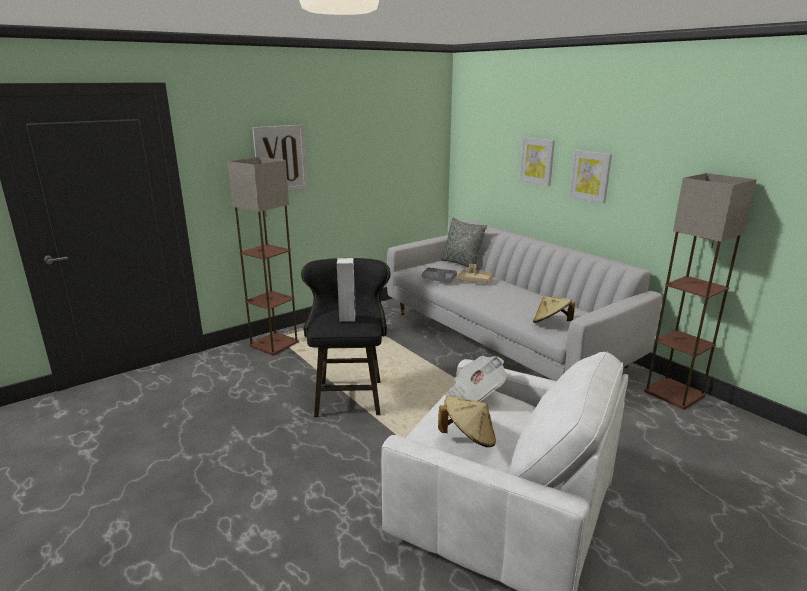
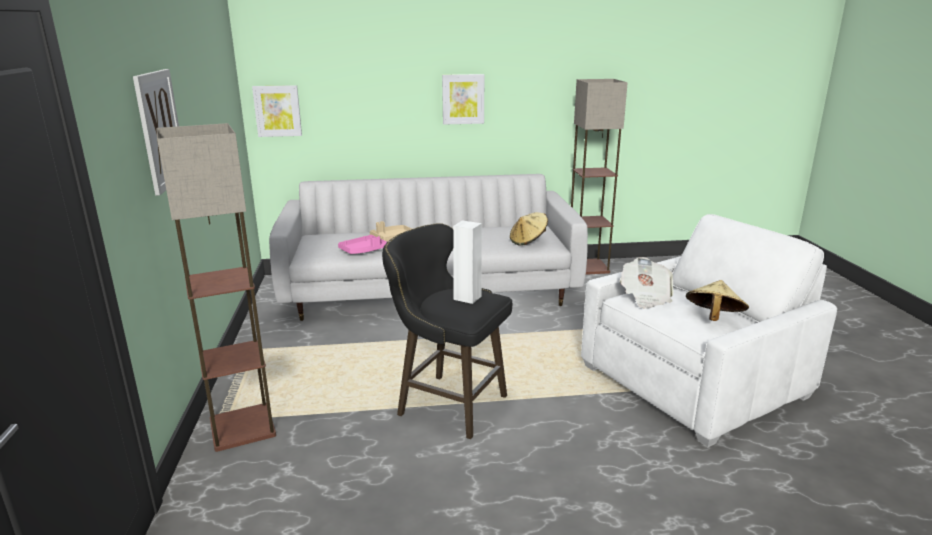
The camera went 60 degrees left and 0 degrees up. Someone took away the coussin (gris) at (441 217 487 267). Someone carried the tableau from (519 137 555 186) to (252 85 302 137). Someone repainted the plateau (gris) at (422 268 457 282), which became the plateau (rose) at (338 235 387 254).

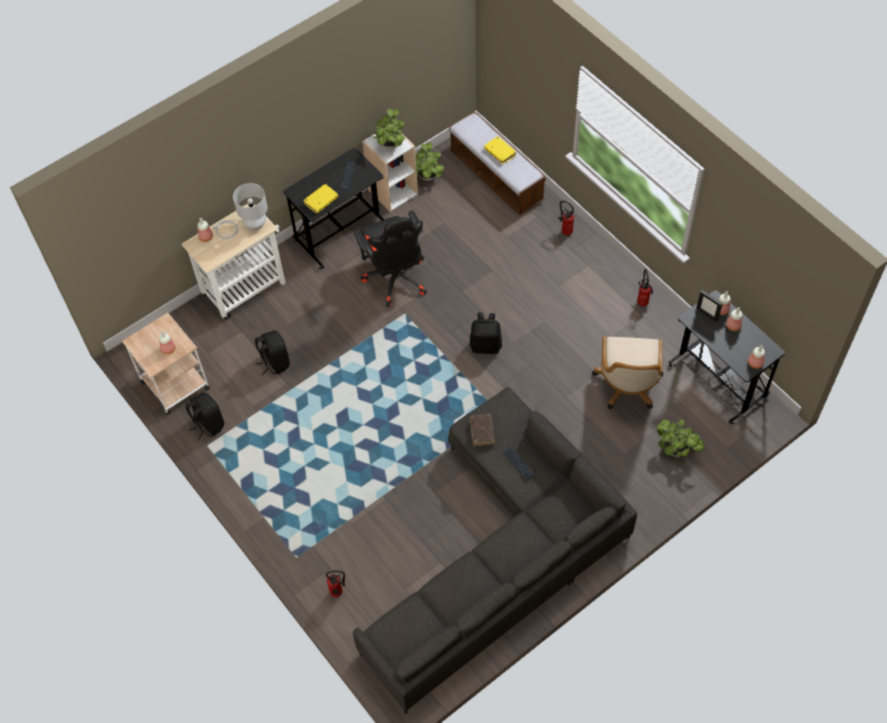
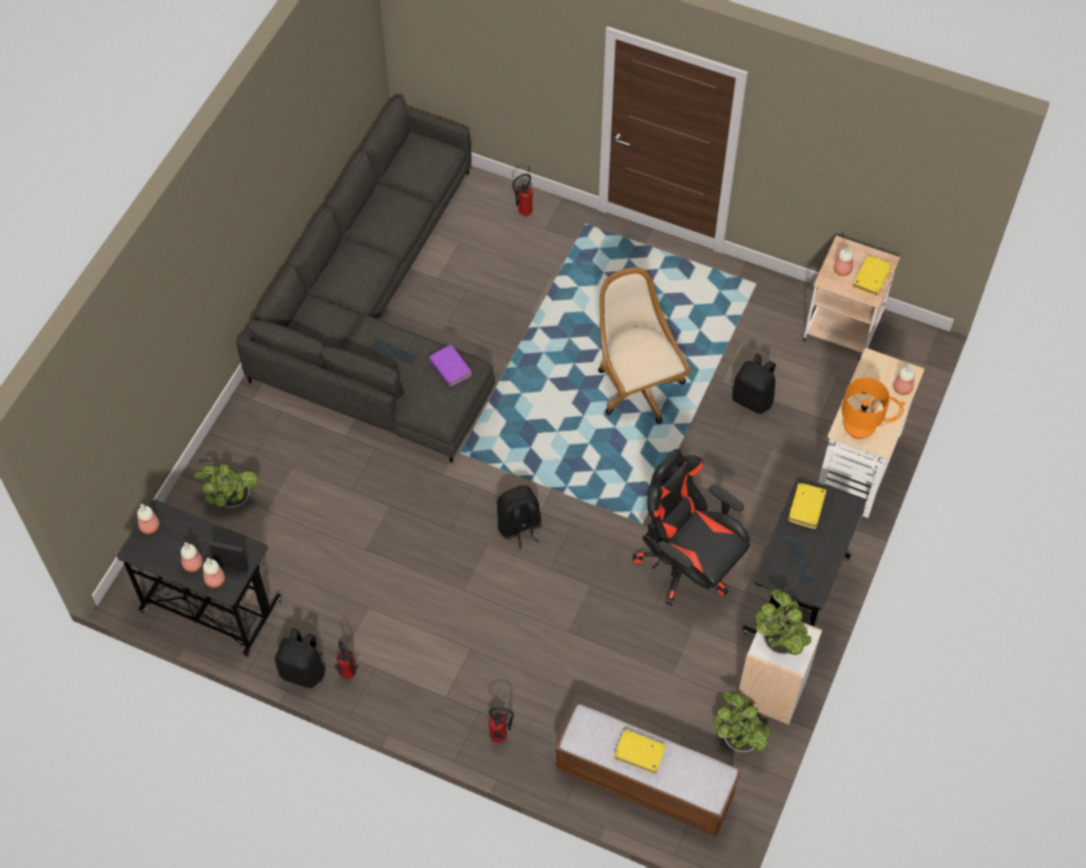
The camera went 150 degrees right and 0 degrees up. Someone put down the livre (jaune) at (853 255 892 296). Someone carried the sac à dos (noir) from (186 392 224 440) to (275 628 325 688). Someone carried the chaise de bureau from (592 336 663 409) to (598 267 690 424). Someone repainted the lampe de table (blanc) at (213 183 267 239), which became the lampe de table (orange) at (842 377 905 439). Someone repainted the livre (marron) at (470 414 495 446), which became the livre (violet) at (429 345 472 386).

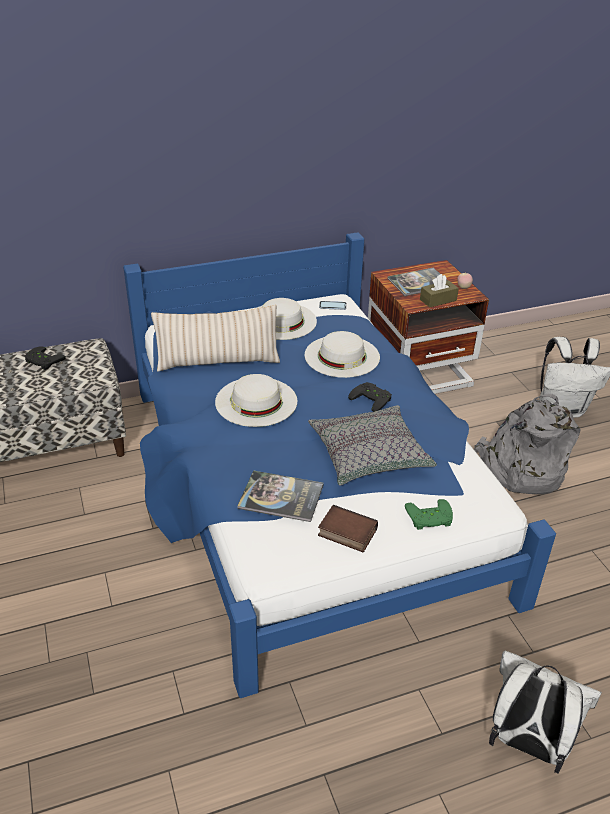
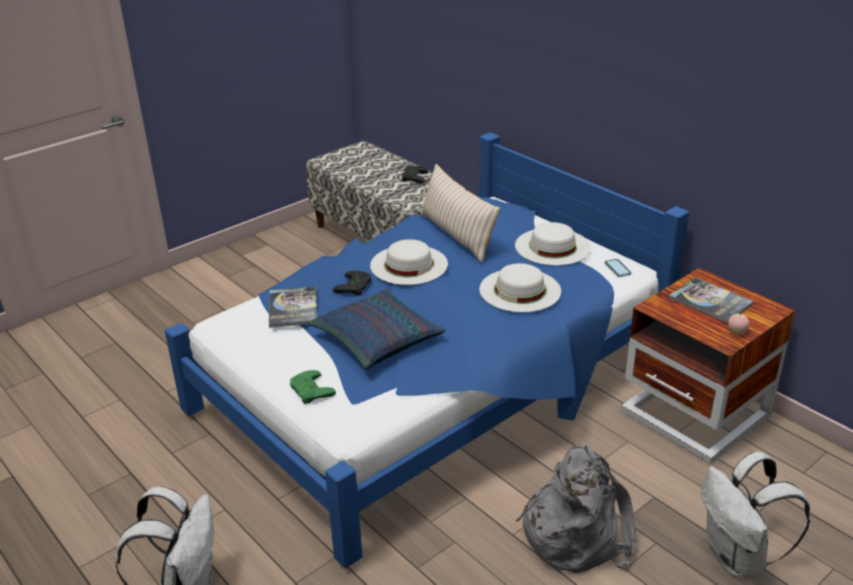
The camera went 70 degrees right and 5 degrees down. Someone took away the livre at (318 505 378 552). Someone took away the boîte à mouchoirs (marron) at (420 274 459 308). Someone carried the manette (noir) from (348 382 392 412) to (333 270 371 296). Someone repainted the coussin (gris) at (308 405 437 486), which became the coussin (bleu) at (309 289 446 369).

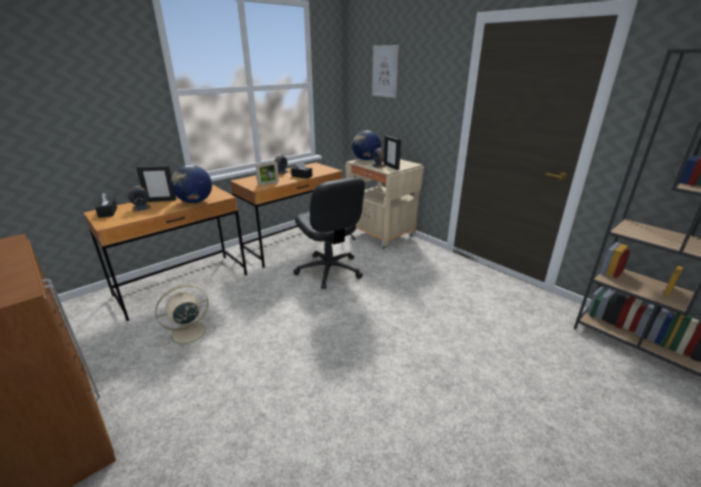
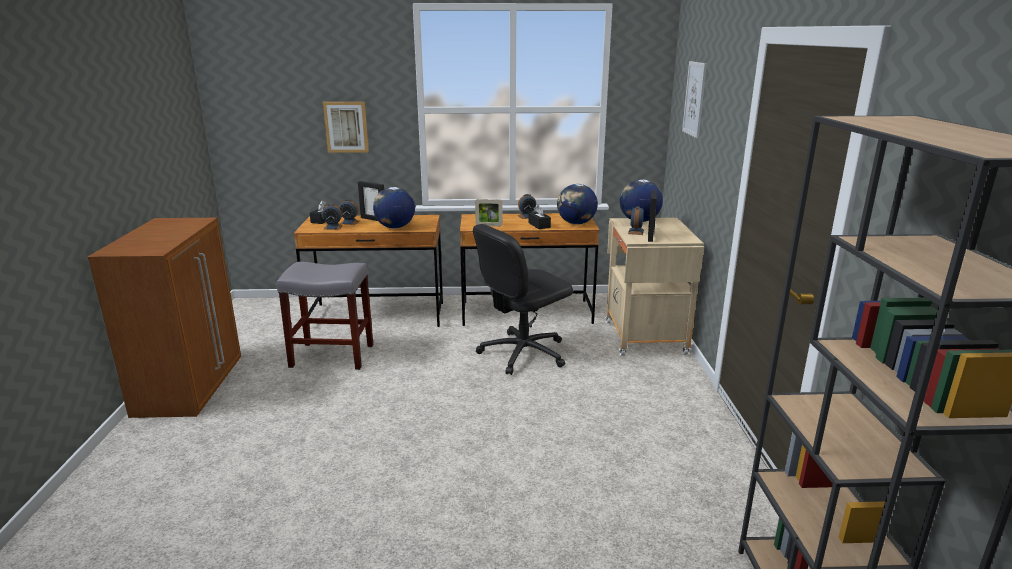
The camera went 40 degrees right and 5 degrees down. Someone put down the réveil at (322 204 343 230). Someone put up the tableau at (323 102 369 153). Someone put down the globe at (557 184 598 224). Someone swapped the ventilateur (beige) at (155 285 217 351) for the tabouret (gris) at (277 262 373 370). Someone rotated the chaise de bureau (noir) at (293 177 365 289) by 45 degrees clockwise.

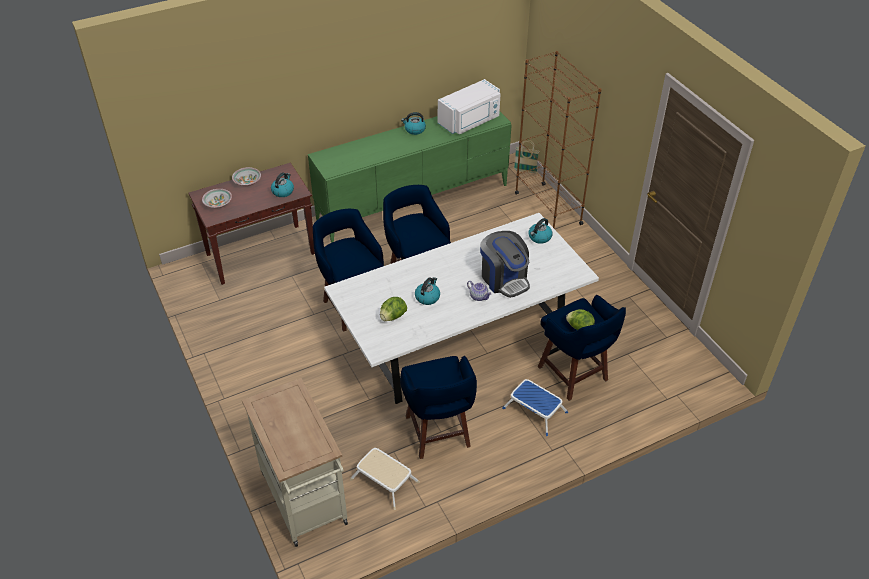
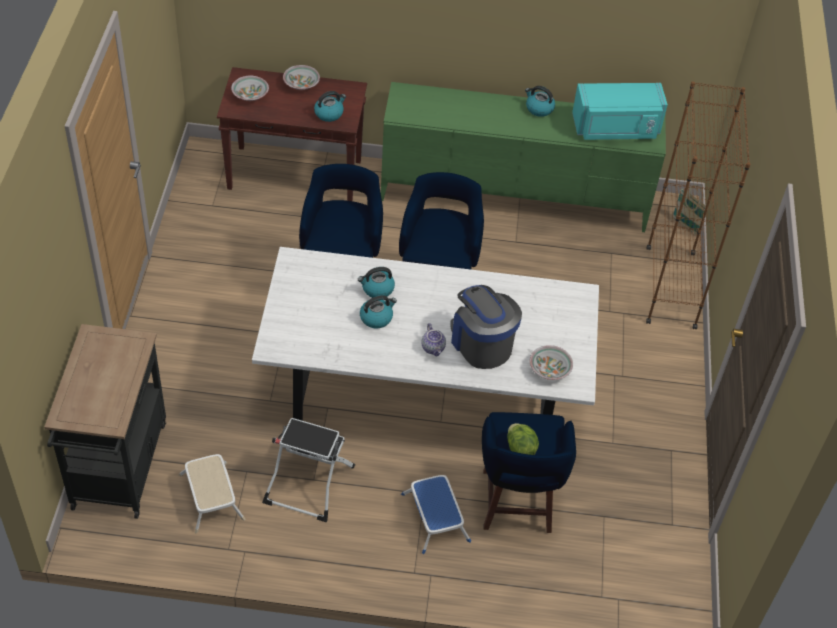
The camera went 30 degrees right and 5 degrees up. Someone took away the laitue at (380 297 407 321). Someone put down the bol at (530 345 573 380). Someone carried the bouilloire from (528 218 552 244) to (358 267 395 298). Someone swapped the tabouret (bleu) at (400 356 477 459) for the escabeau at (262 418 355 522). Someone repainted the chariot (beige) at (242 378 348 547), which became the chariot (noir) at (44 324 166 519). Someone repainted the micro-ondes (blanc) at (438 79 500 134), which became the micro-ondes (turquoise) at (572 83 668 140). Someone rotated the machine à café at (480 231 530 298) by 150 degrees clockwise.

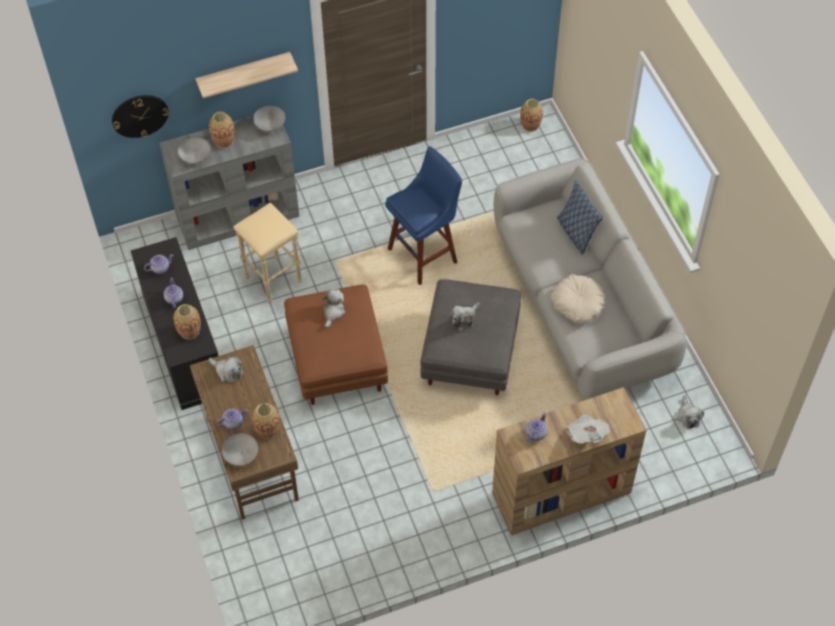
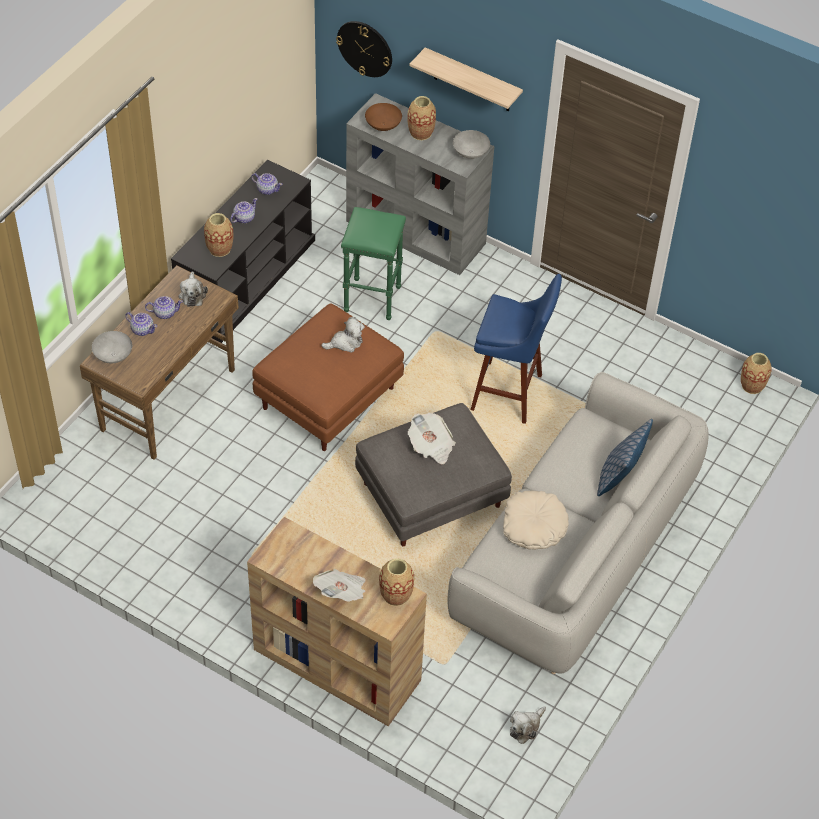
The camera went 50 degrees right and 5 degrees down. Someone carried the vase from (252 403 280 439) to (379 558 414 606). Someone carried the théière from (526 413 547 443) to (145 296 183 319). Someone swapped the peluche at (452 303 480 331) for the journal at (408 413 456 464). Someone repainted the bol (gris) at (178 137 211 164), which became the bol (marron) at (365 103 402 131). Someone repainted the tabouret (beige) at (233 203 302 303), which became the tabouret (vert) at (341 207 406 320).

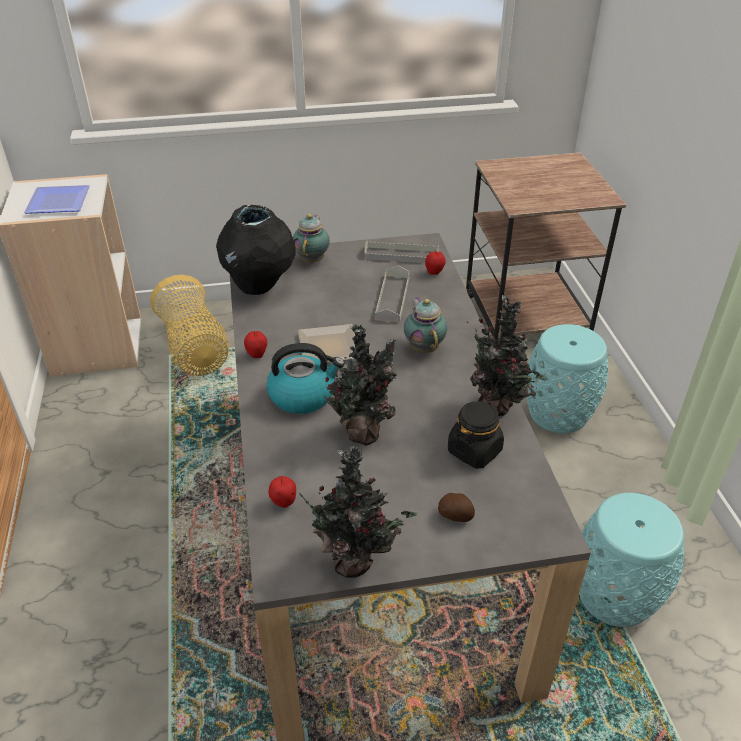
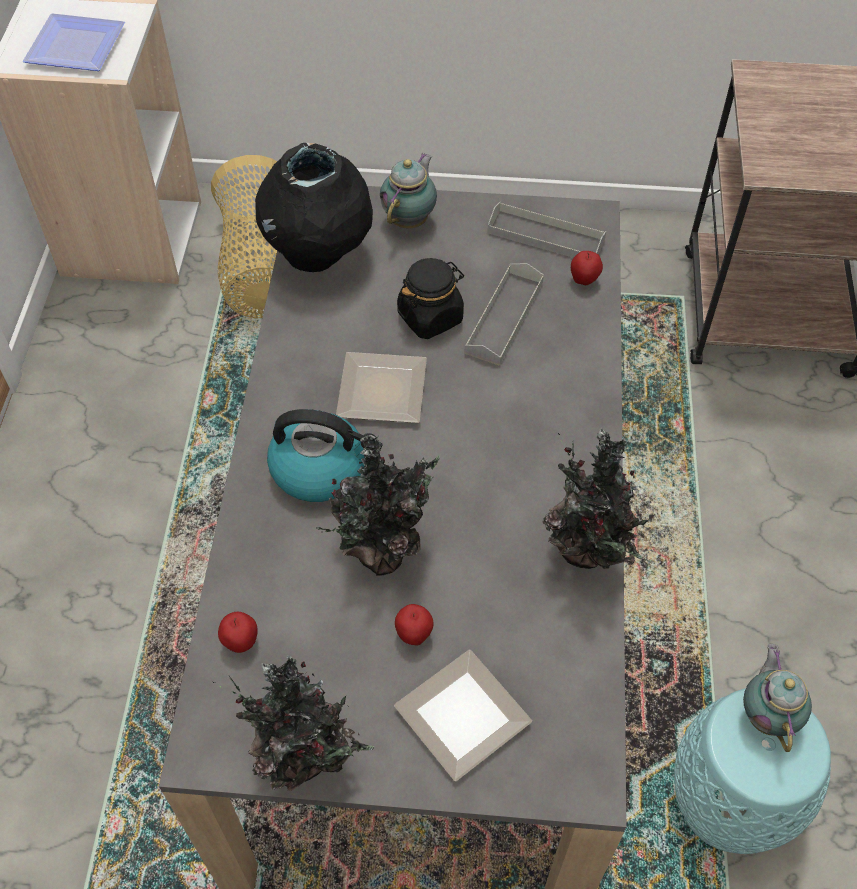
The camera went 15 degrees right and 15 degrees up. Someone took away the tabouret (turquoise) at (527 324 608 433). Someone carried the pomme from (244 331 267 358) to (395 604 434 645). Someone carried the théière from (404 297 447 353) to (743 644 812 752). Someone carried the bocal (noir) from (448 401 504 468) to (397 258 464 339). Someone swapped the pomme de terre at (438 493 475 522) for the assiette at (394 650 532 781).

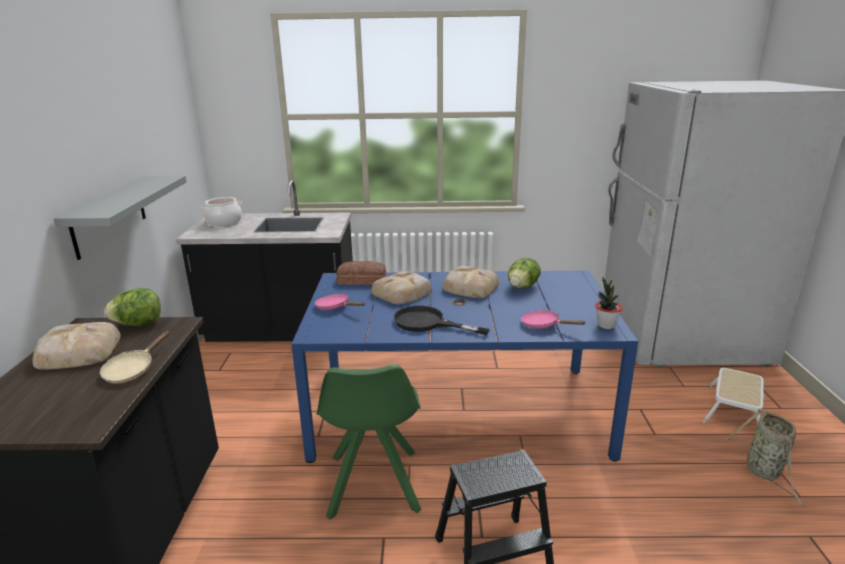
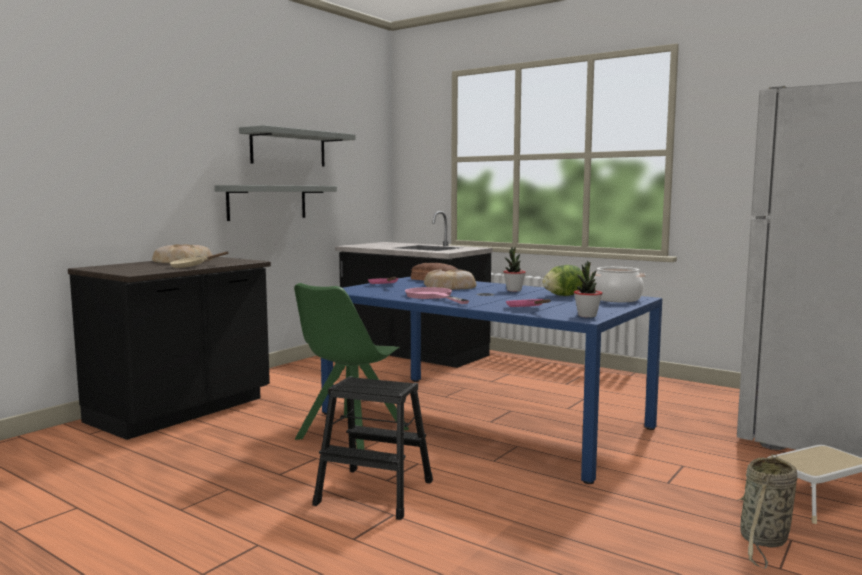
The camera went 35 degrees right and 15 degrees down. Someone took away the laitue at (104 288 161 326). Someone put up the étagère (gris) at (239 125 356 166). Someone carried the marmite from (201 197 242 227) to (590 267 646 302). Someone swapped the pain at (442 266 499 298) for the plante en pot at (503 247 526 292). Someone repainted the poêle (noir) at (394 305 490 335), which became the poêle (rose) at (405 287 469 304).

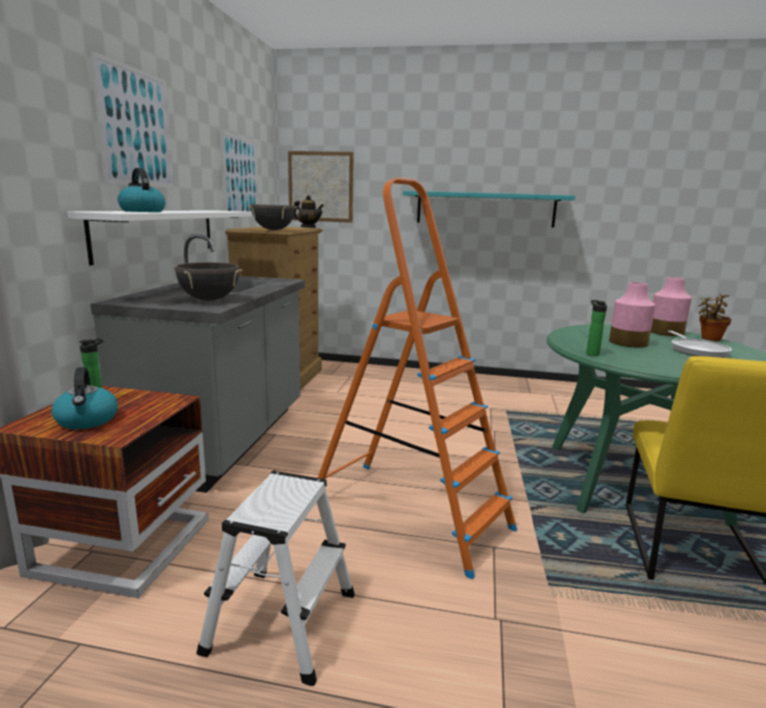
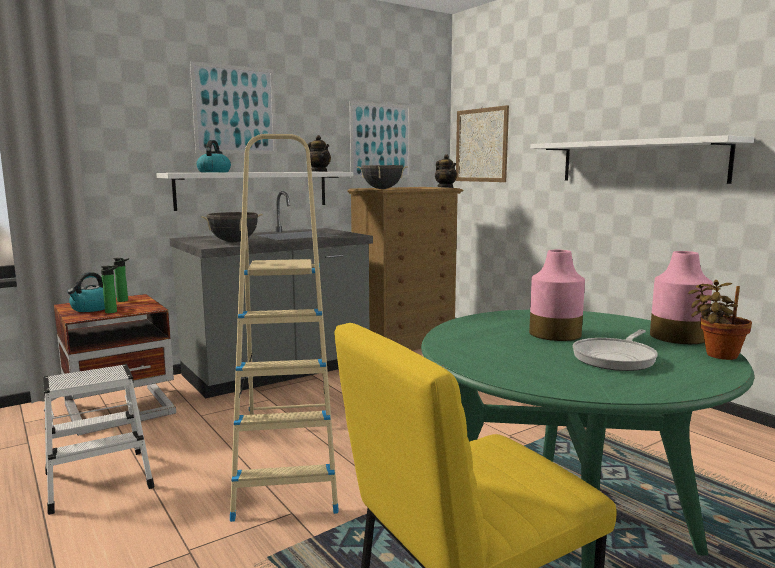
The camera went 45 degrees right and 5 degrees down. Someone put down the théière at (308 135 331 172). Someone carried the bouteille from (586 300 607 356) to (101 265 118 313). Someone repainted the escabeau (orange) at (318 178 517 579), which became the escabeau (beige) at (230 134 339 522). Someone repainted the étagère (turquoise) at (403 191 575 228), which became the étagère (blanc) at (530 135 754 184).

